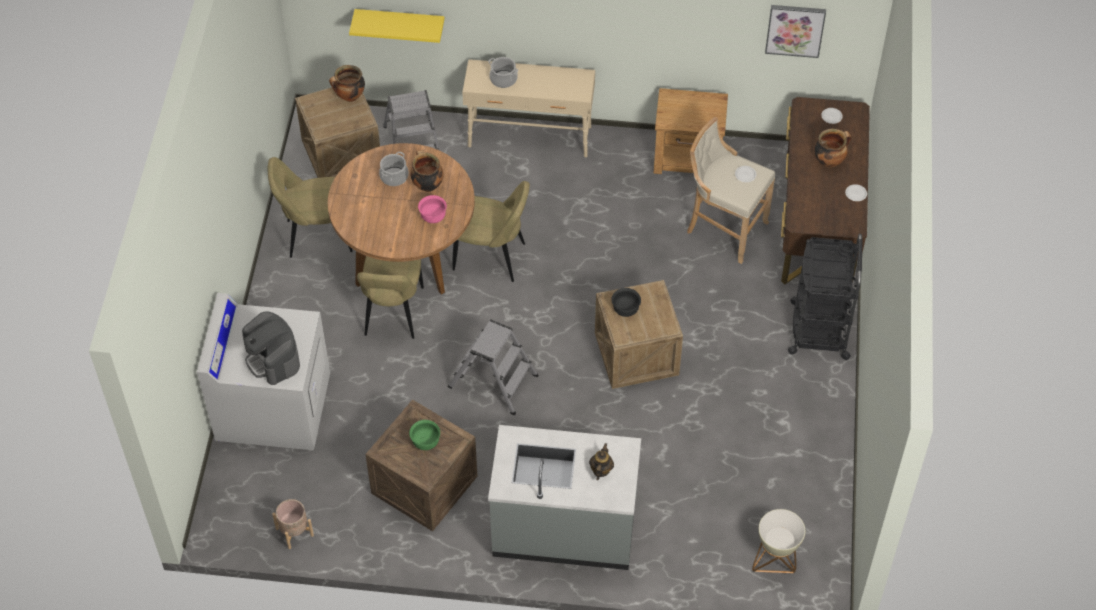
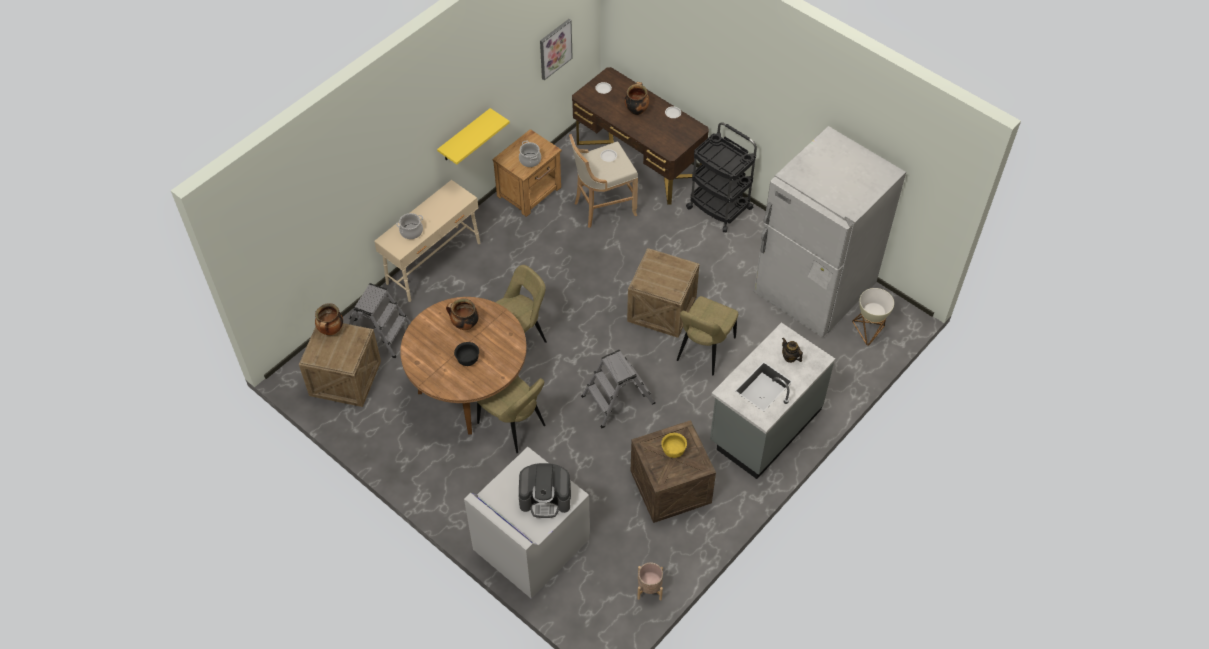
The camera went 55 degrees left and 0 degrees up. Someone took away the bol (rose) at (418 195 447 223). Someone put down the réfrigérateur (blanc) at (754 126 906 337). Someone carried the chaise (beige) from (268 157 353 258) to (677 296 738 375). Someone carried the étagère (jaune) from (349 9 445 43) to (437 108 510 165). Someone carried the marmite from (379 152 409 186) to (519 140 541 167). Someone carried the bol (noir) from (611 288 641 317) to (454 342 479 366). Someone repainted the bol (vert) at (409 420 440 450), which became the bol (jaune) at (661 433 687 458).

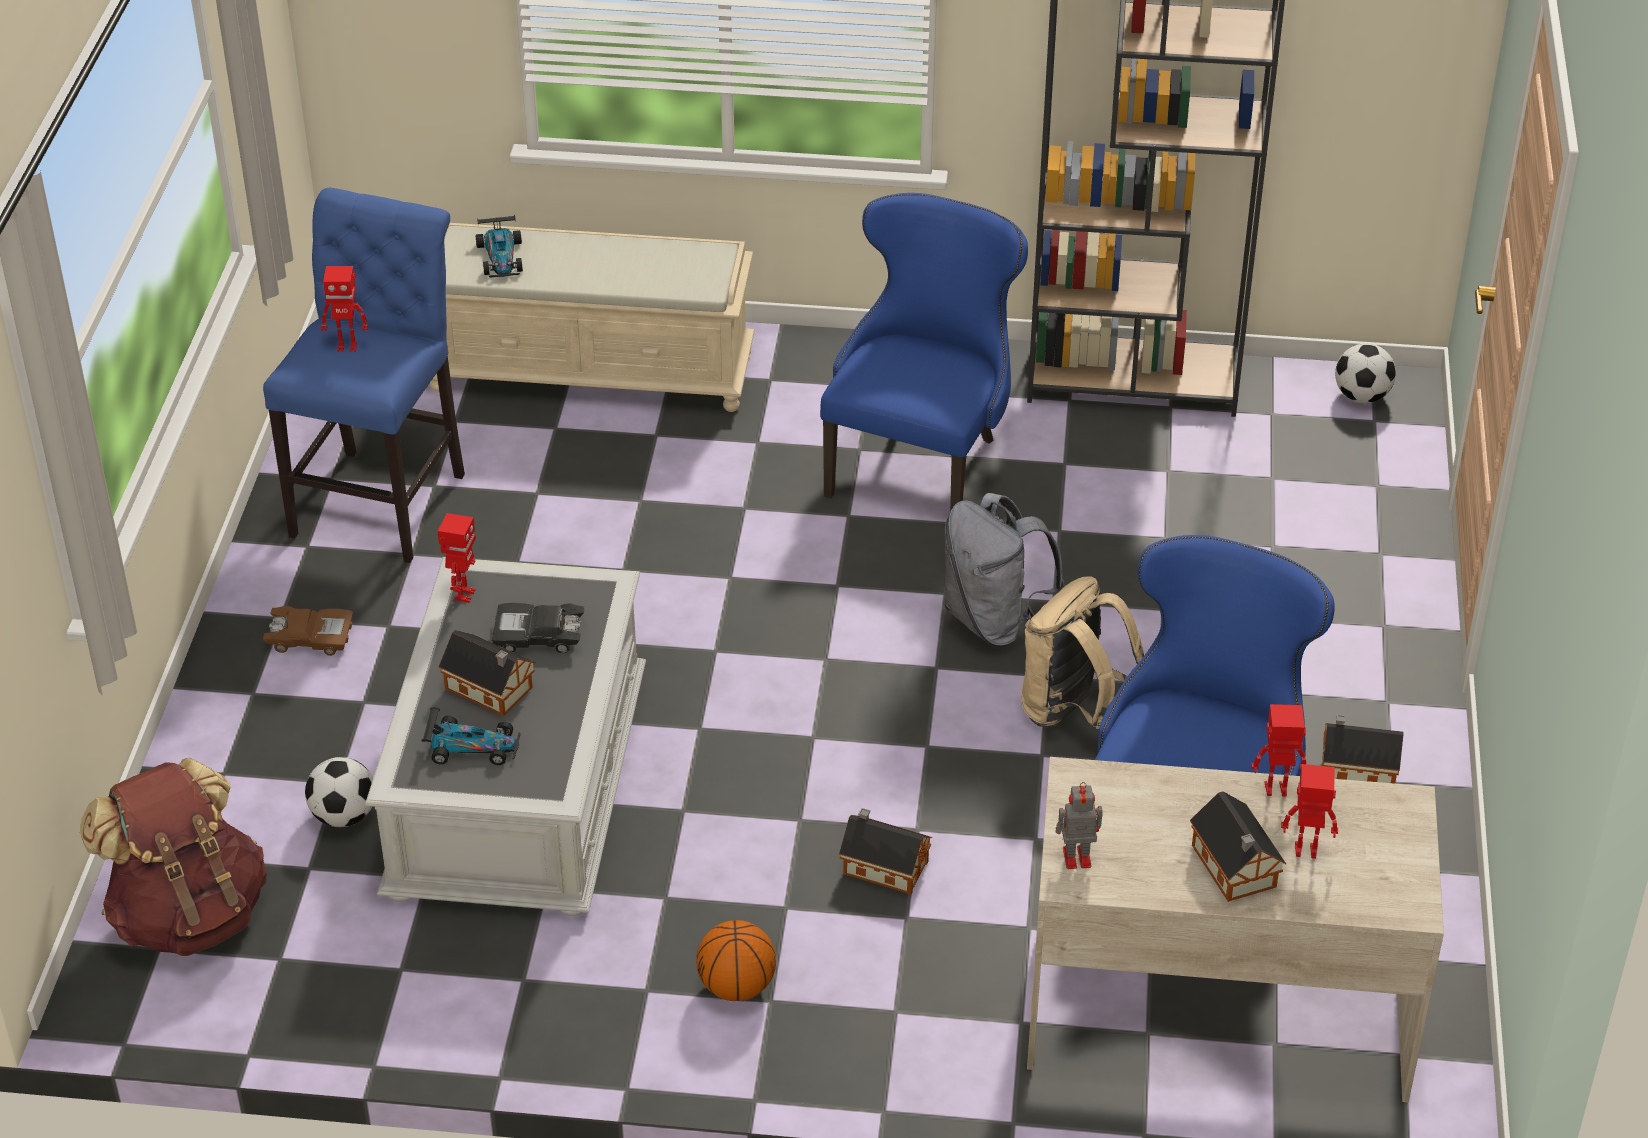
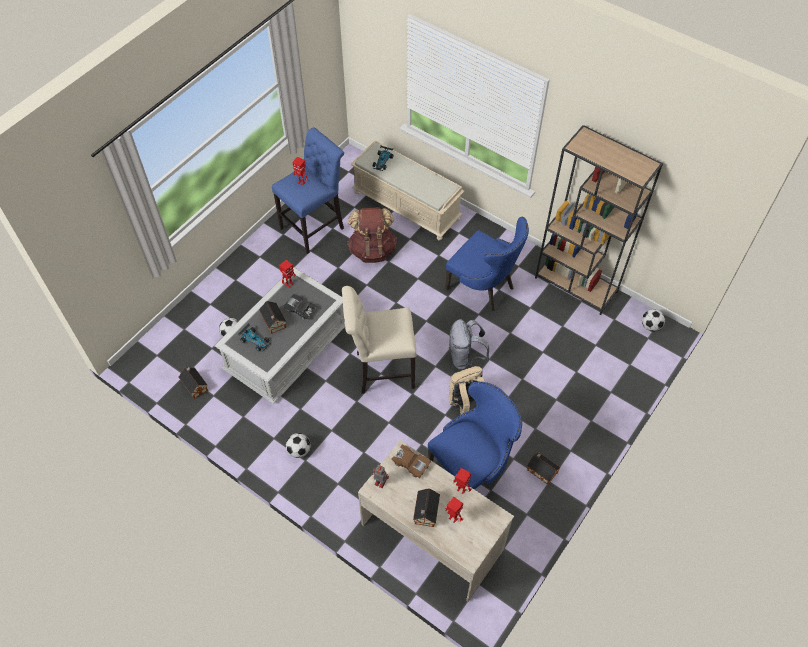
The camera went 30 degrees right and 15 degrees up. Someone put down the tabouret (beige) at (342 286 416 394). Someone carried the sac à dos (marron) from (80 757 267 956) to (347 207 397 263). Someone carried the petite voiture (marron) from (263 606 353 656) to (392 444 431 478). Someone carried the maison miniature from (839 808 932 894) to (179 367 208 399). Someone swapped the ballon de basket at (696 920 776 1001) for the ballon de foot at (286 433 311 458). Someone rotated the chaise (bleu) at (820 193 1028 512) by 75 degrees clockwise.

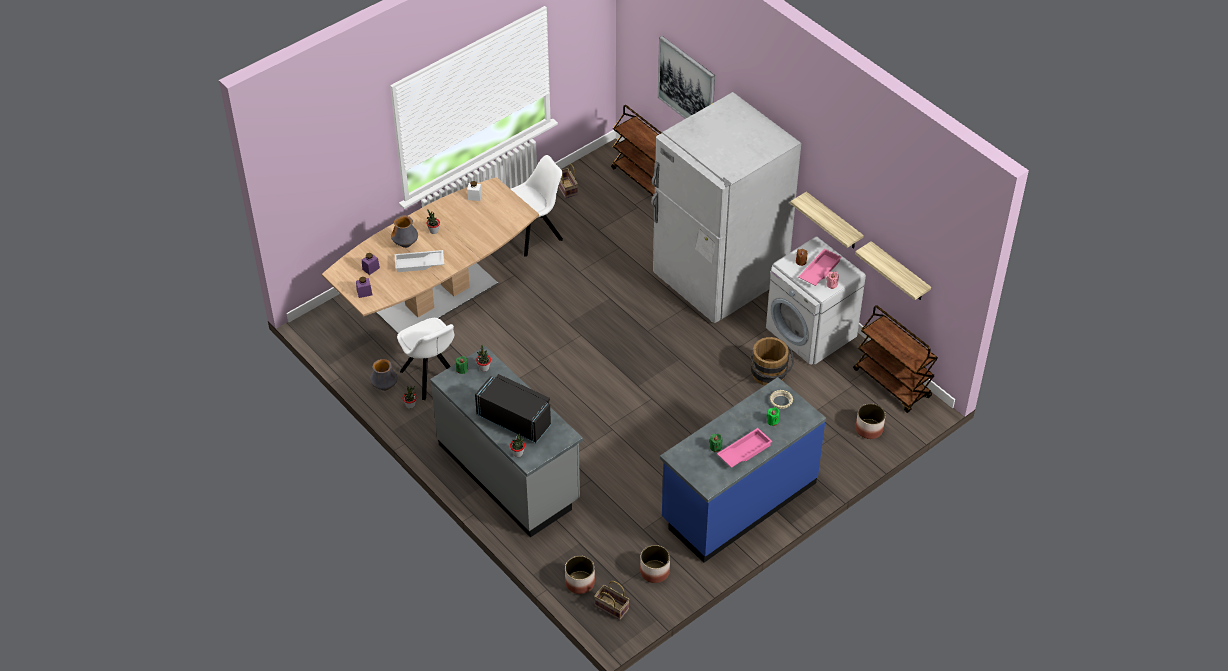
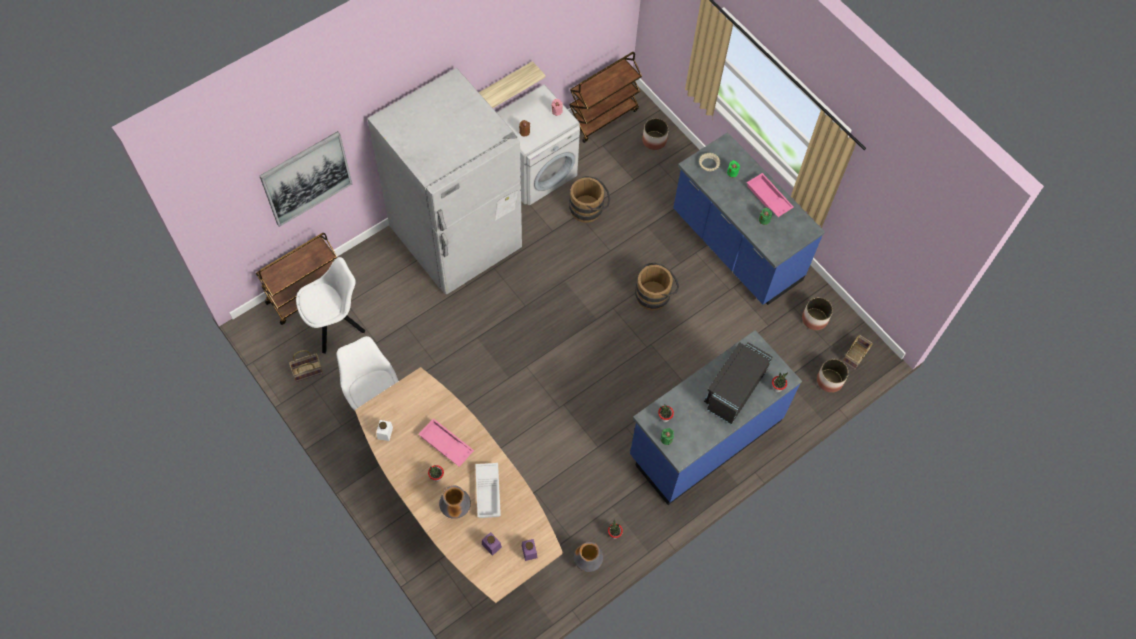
The camera went 90 degrees left and 15 degrees up. Someone took away the étagère at (855 241 931 300). Someone put down the seau (marron) at (635 263 679 310). Someone carried the chaise (blanc) from (397 318 454 400) to (296 257 365 354). Someone carried the plateau (rose) from (799 248 841 286) to (418 418 474 467). Someone repainted the comptoir de cuisine (gris) at (430 346 583 537), which became the comptoir de cuisine (bleu) at (630 330 802 505).

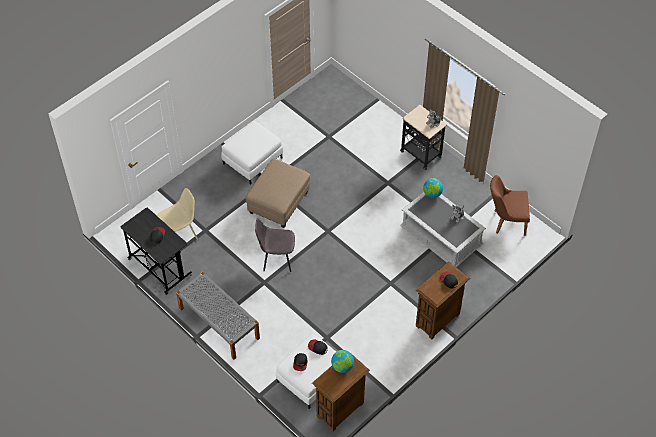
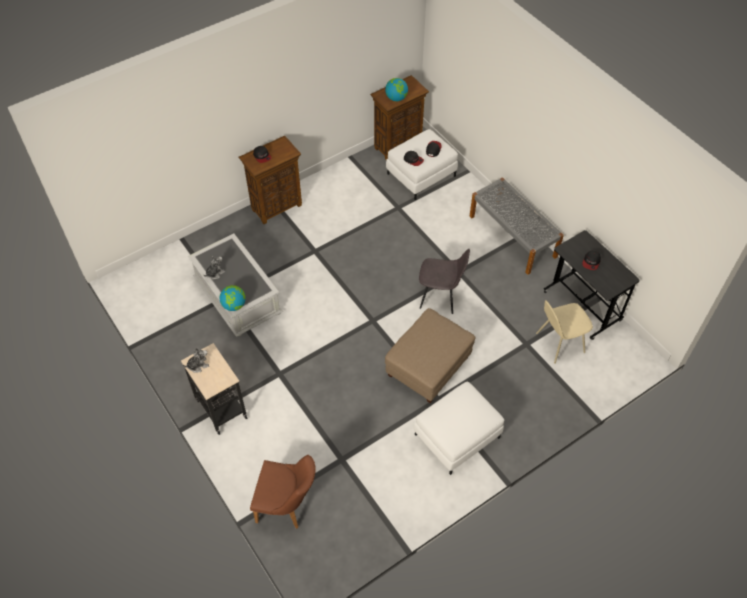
The camera went 170 degrees left and 0 degrees up. Someone carried the chaise (marron) from (490 175 530 236) to (250 455 316 529).

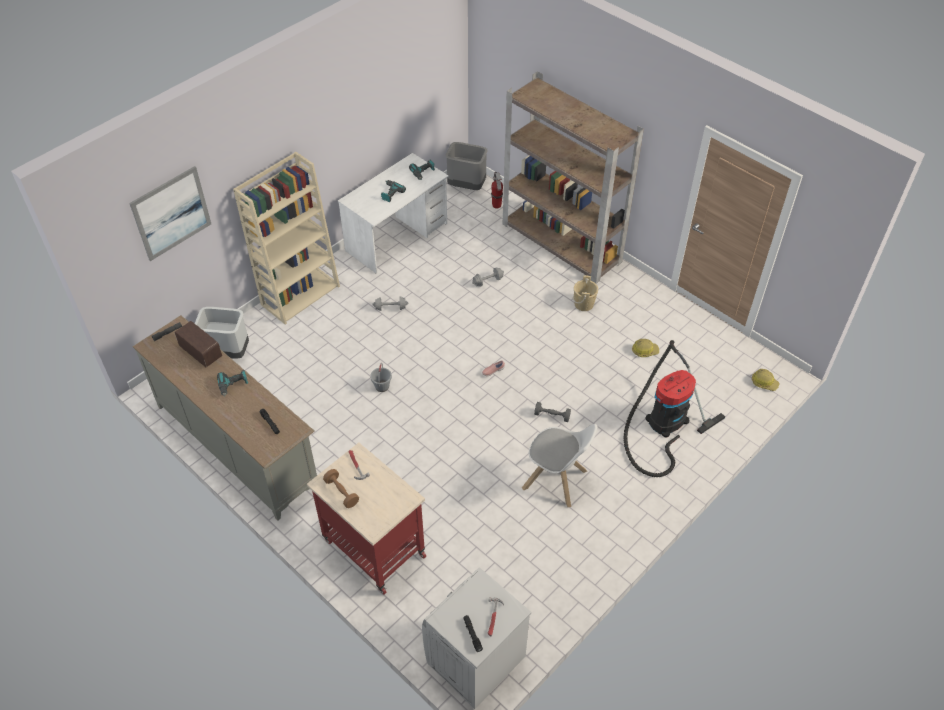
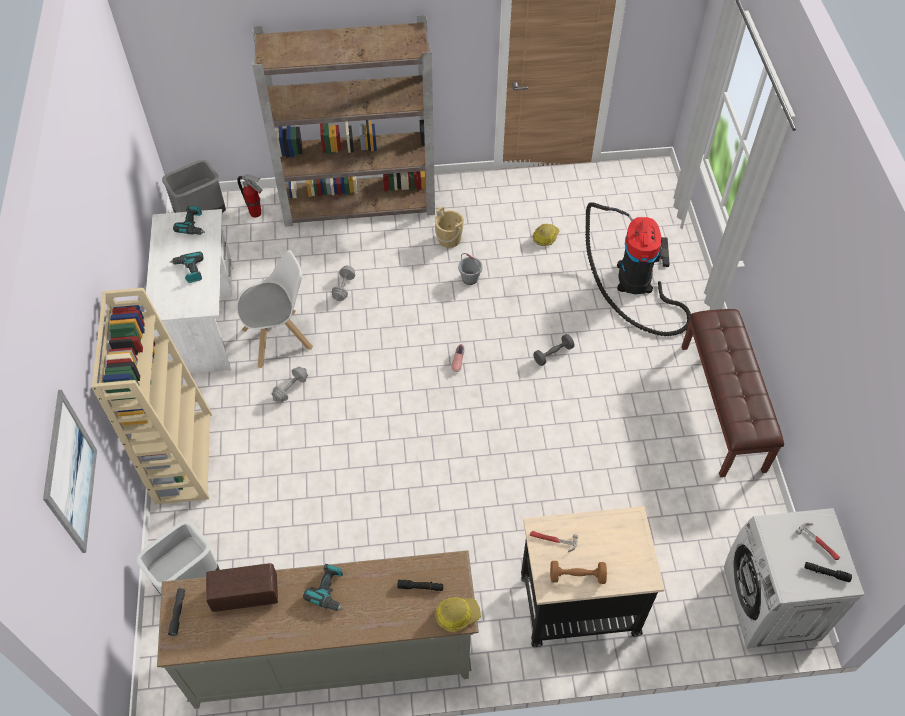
The camera went 50 degrees left and 5 degrees up. Someone put down the banc (marron) at (682 309 784 477). Someone carried the seau (gris) from (370 363 392 392) to (458 253 482 285). Someone carried the chaise from (522 424 597 507) to (237 250 313 368). Someone carried the casque de chantier from (752 369 780 391) to (435 597 481 632). Someone repainted the chariot (rouge) at (307 442 426 595), which became the chariot (noir) at (521 506 665 647).

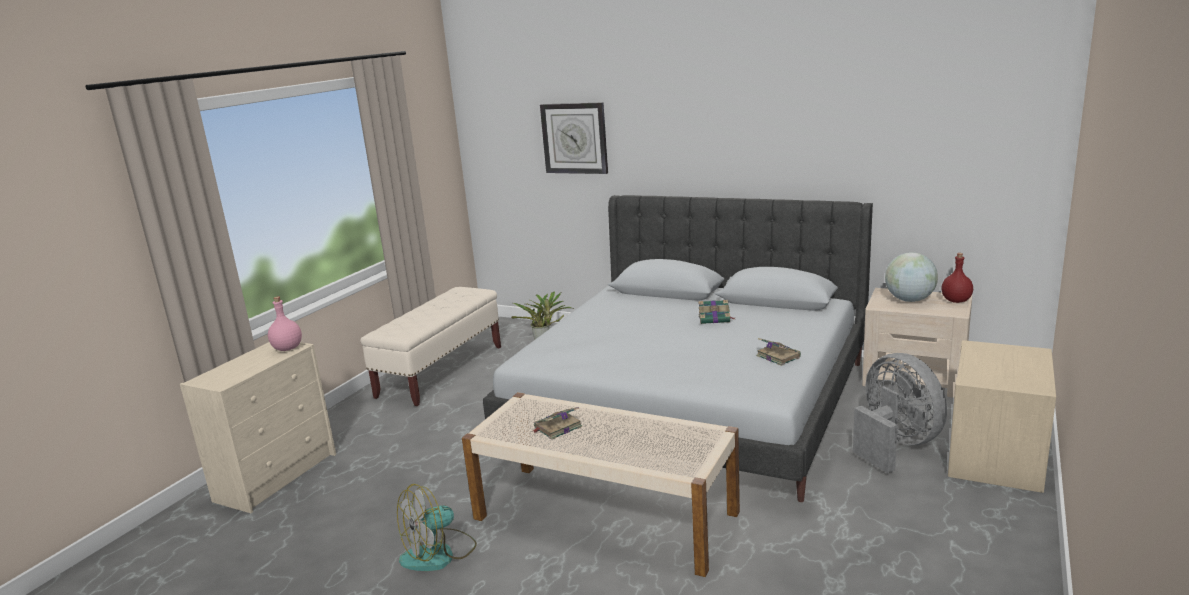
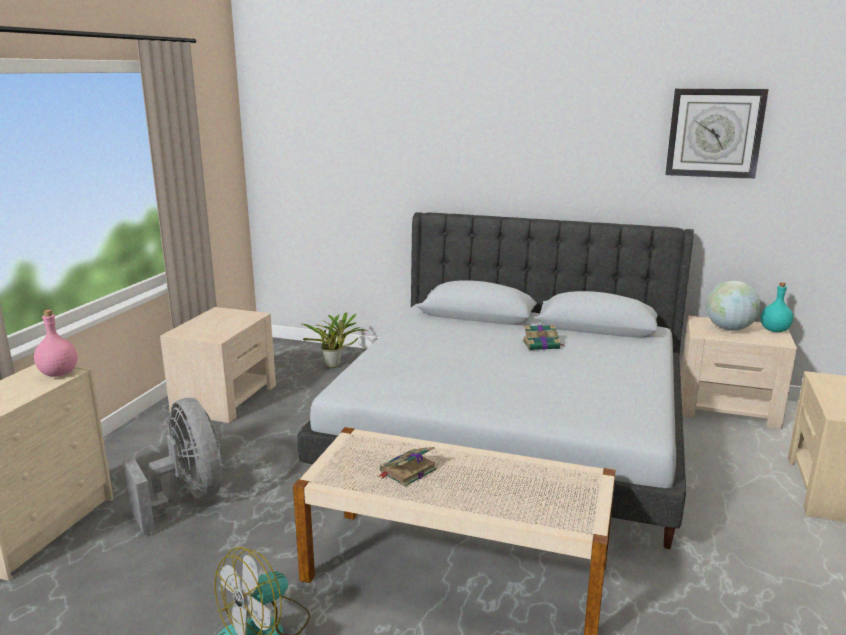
The camera went 10 degrees left and 0 degrees up. Someone took away the livre at (756 338 801 366). Someone carried the horloge murale from (540 102 608 174) to (665 88 769 179). Someone carried the ventilateur (gris) from (853 353 947 473) to (123 398 222 534). Someone swapped the banc (beige) at (361 287 501 406) for the table de chevet (beige) at (160 307 276 423). Someone repainted the bouteille (rouge) at (941 253 973 303), which became the bouteille (turquoise) at (761 282 793 332).

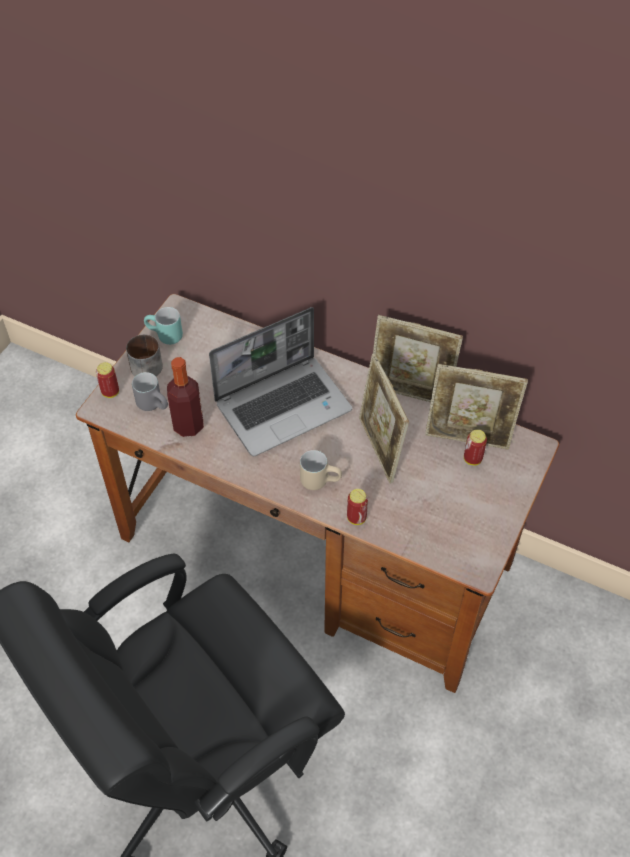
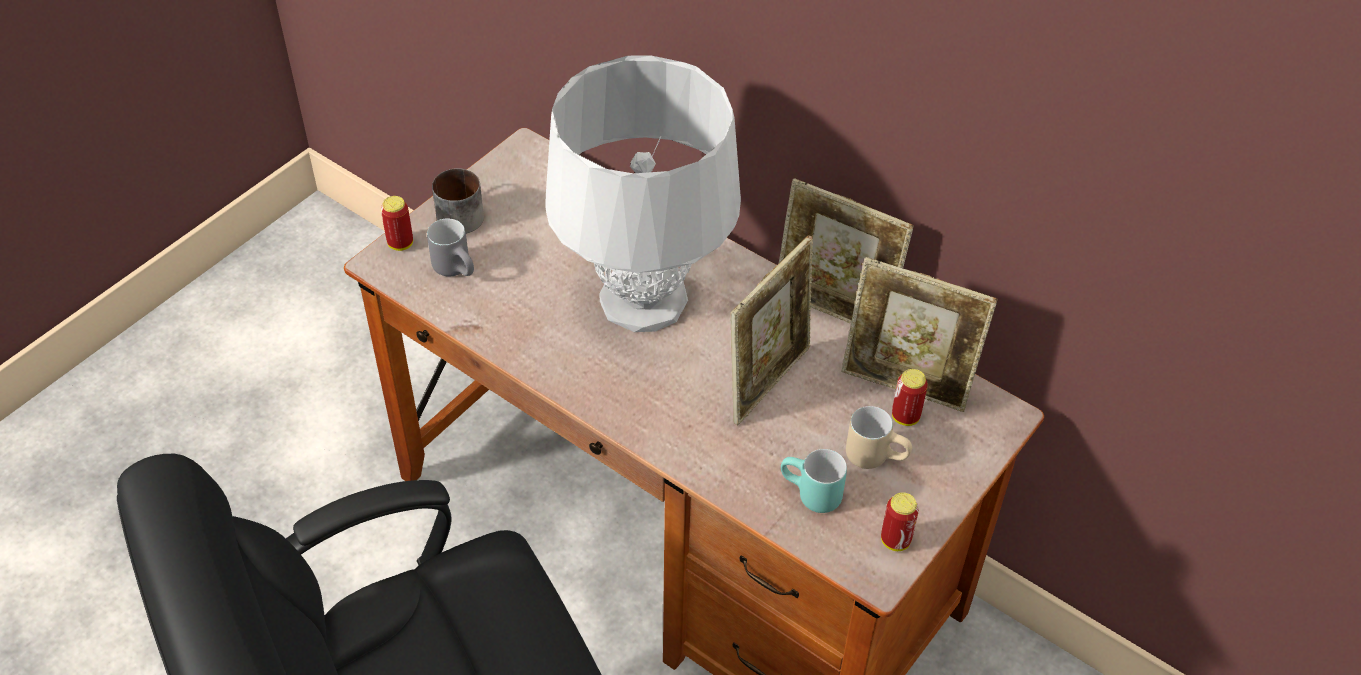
The camera went 10 degrees right and 5 degrees down. Someone took away the bouteille at (167 357 204 437). Someone carried the mug (turquoise) from (144 307 183 345) to (781 449 847 513). Someone carried the mug (beige) from (300 450 342 490) to (846 406 912 469). Someone carried the boîte métallique from (347 489 368 525) to (881 492 919 551). Someone swapped the ordinateur portable at (209 307 352 456) for the lampe de table (gris) at (545 56 741 332). Someone rotated the cadre photo at (359 353 409 484) by 135 degrees counterclockwise.

